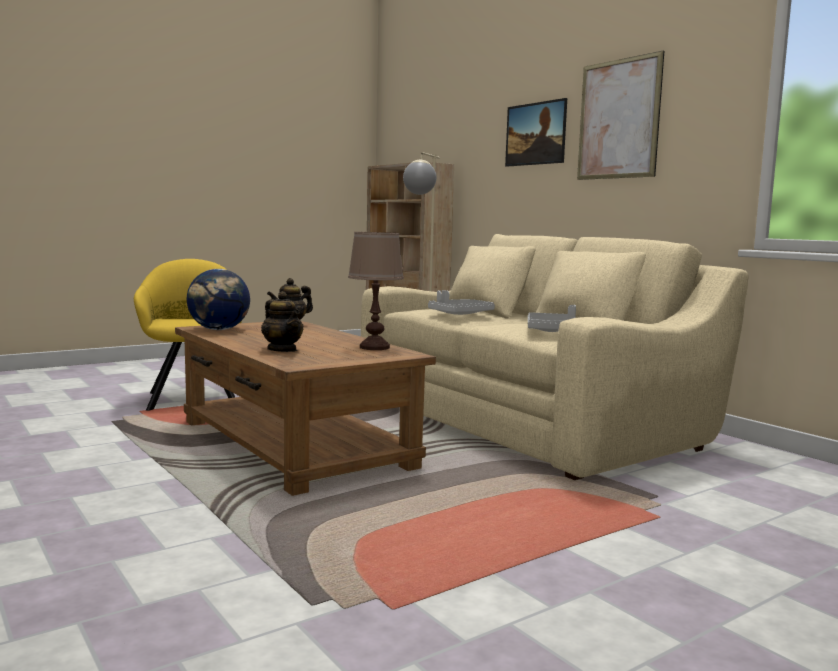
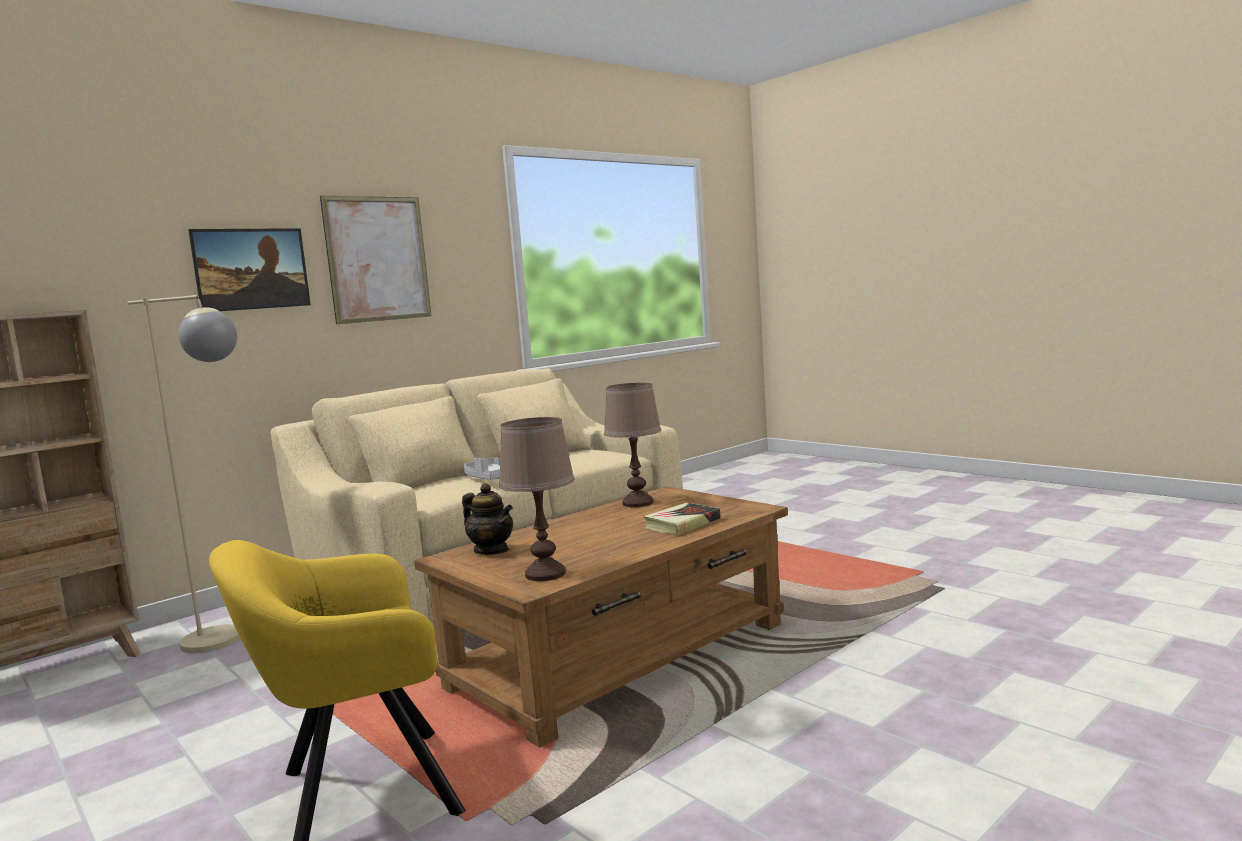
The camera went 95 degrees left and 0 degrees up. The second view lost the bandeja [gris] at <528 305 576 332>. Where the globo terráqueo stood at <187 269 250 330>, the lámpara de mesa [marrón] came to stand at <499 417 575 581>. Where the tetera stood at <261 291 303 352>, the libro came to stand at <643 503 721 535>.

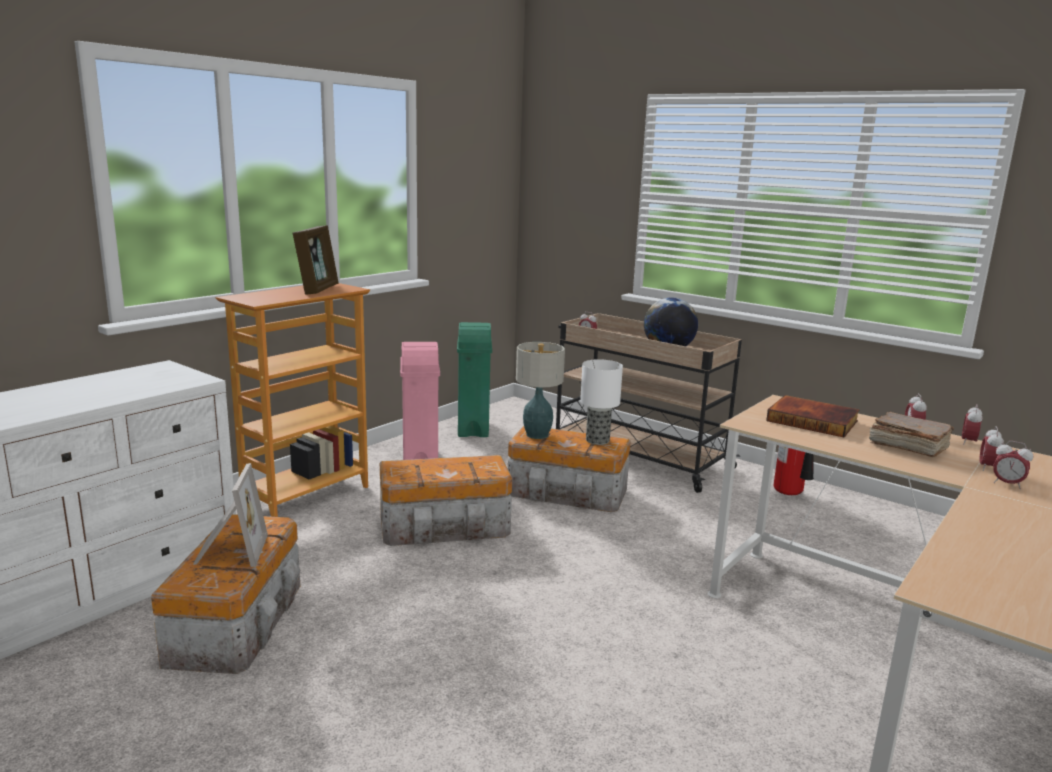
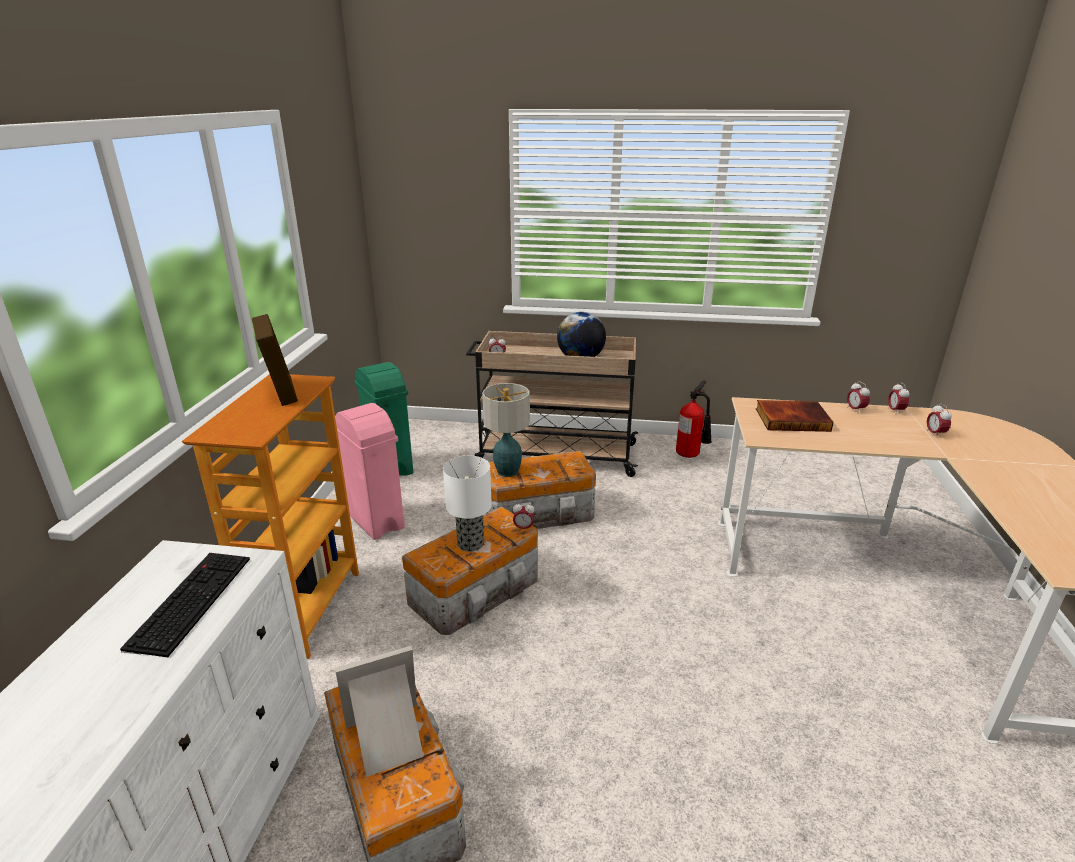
The camera went 30 degrees left and 10 degrees up. The second view lost the libro [marrón] at <869 411 954 457>. The second view gained the teclado at <120 553 250 657>. The lámpara de mesa ended up elsewhere, having gone from <580 359 623 445> to <443 456 492 552>. The despertador ended up elsewhere, having gone from <993 441 1033 489> to <513 502 535 530>. The portarretratos at <193 463 268 567> ended up facing another way, 75 degrees counterclockwise from before.

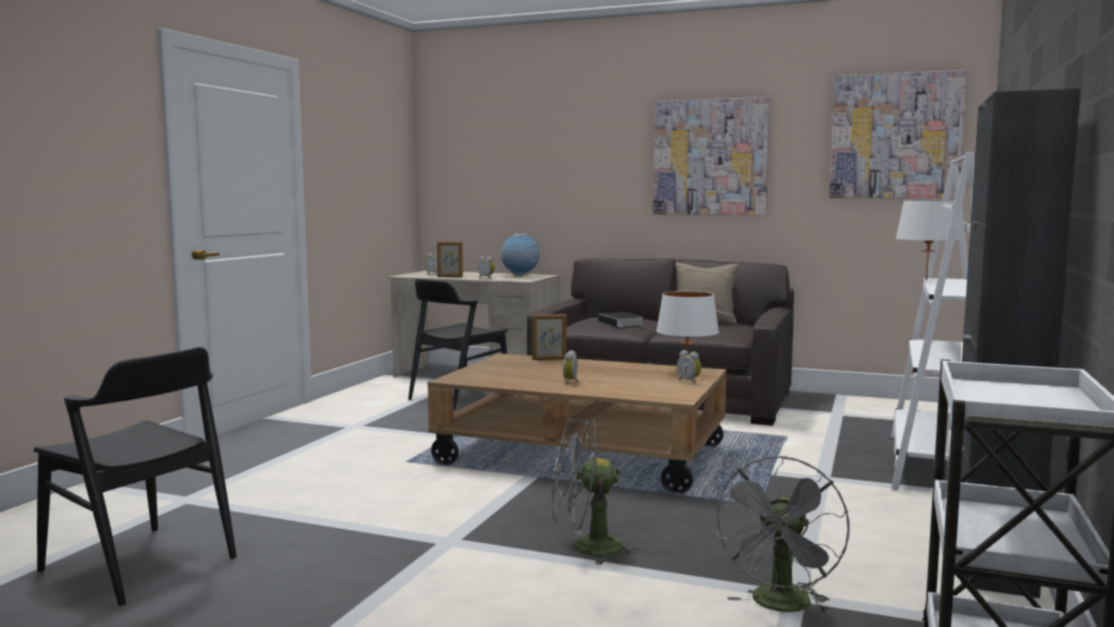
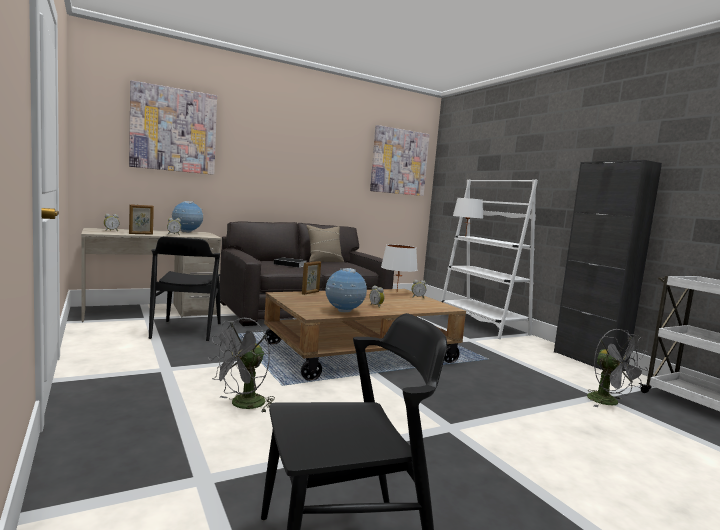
The camera went 50 degrees left and 0 degrees up. The second view gained the globo terráqueo at <326 268 367 312>. The ventilador [gris] ended up elsewhere, having gone from <552 418 640 565> to <208 318 275 412>. The cuadro ended up elsewhere, having gone from <653 97 770 215> to <129 80 217 175>.

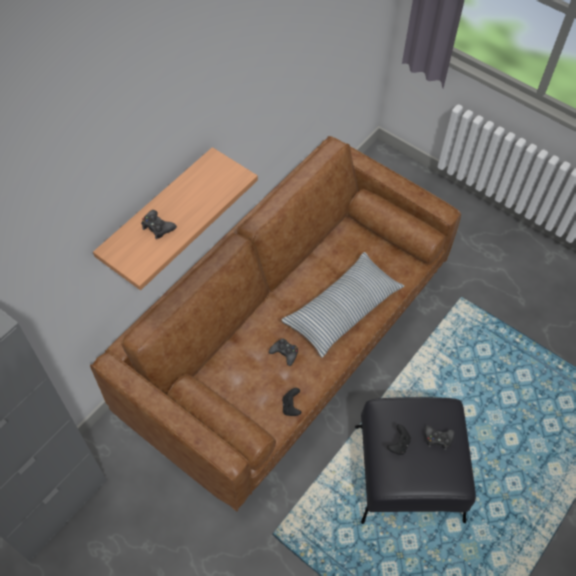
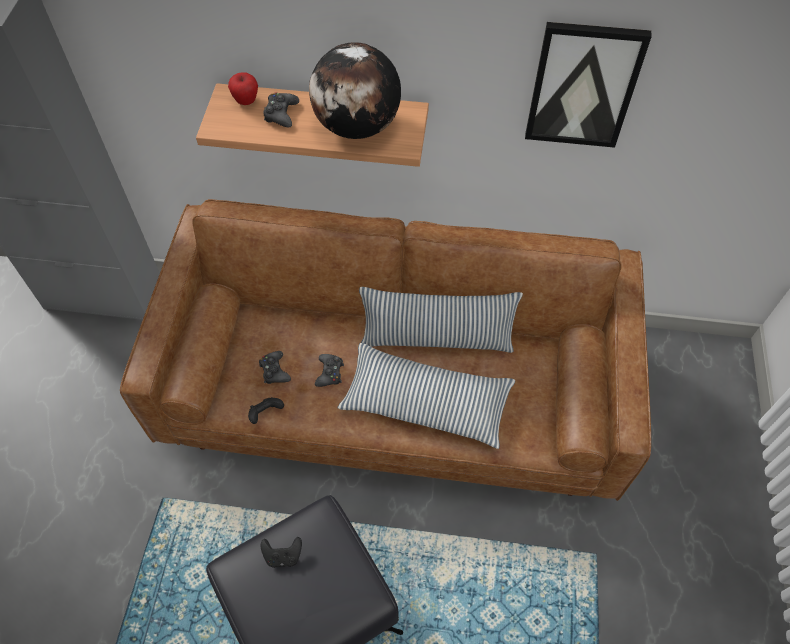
The camera went 60 degrees right and 0 degrees up. The second view gained the manzana at <228 72 258 105>. The second view gained the globo terráqueo at <309 42 401 139>. The second view gained the cojín at <359 287 523 353>. The second view gained the cuadro at <525 22 652 148>. The mando de consola [negro] ended up elsewhere, having gone from <425 425 454 450> to <259 351 291 384>.

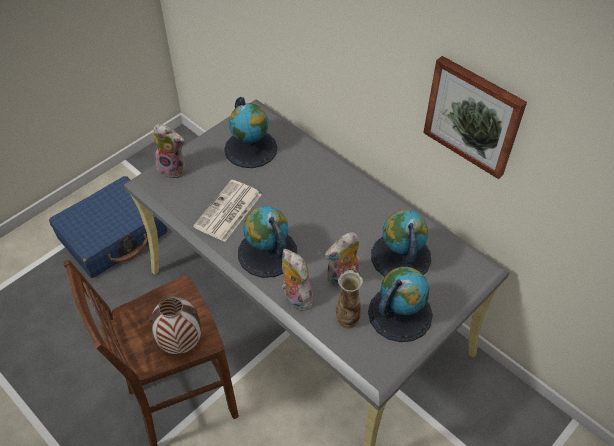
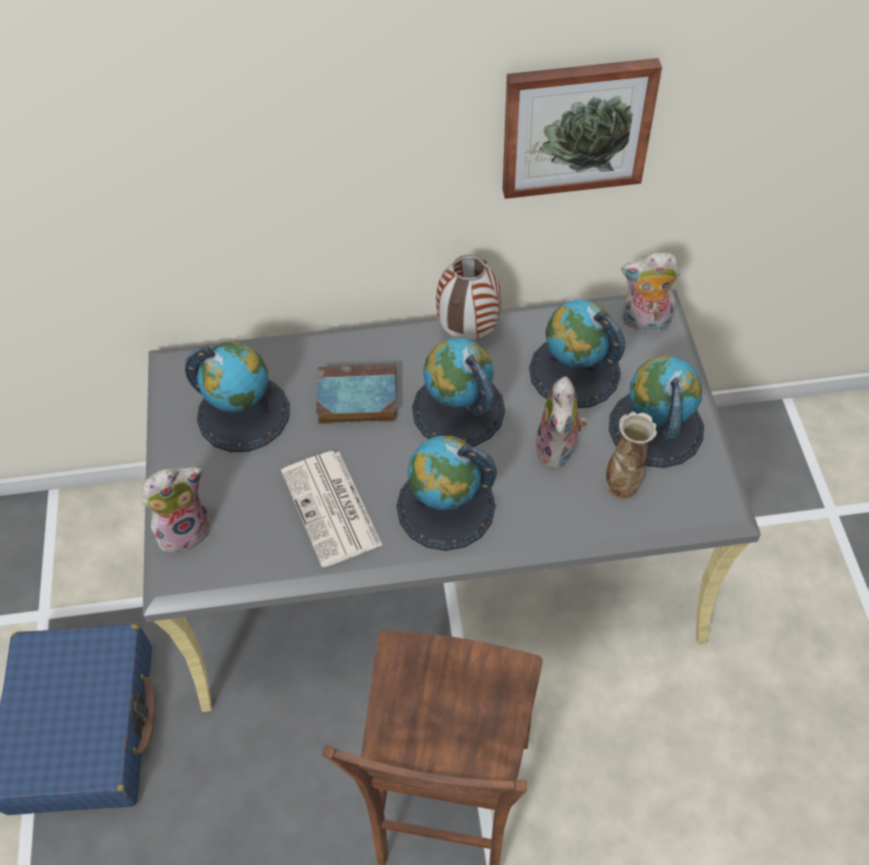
The camera went 50 degrees left and 5 degrees up. The second view gained the libro at <316 364 396 424>. The second view gained the globo terráqueo at <412 338 505 447>. The florero ended up elsewhere, having gone from <149 296 201 354> to <436 254 501 341>. The peluche ended up elsewhere, having gone from <281 249 315 311> to <621 253 680 333>.

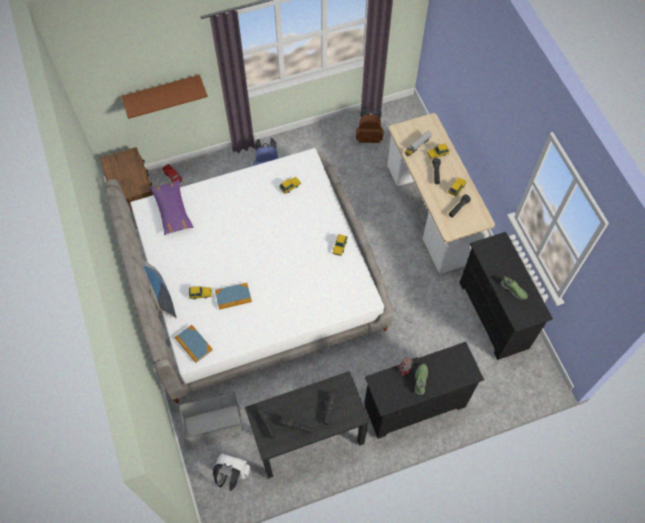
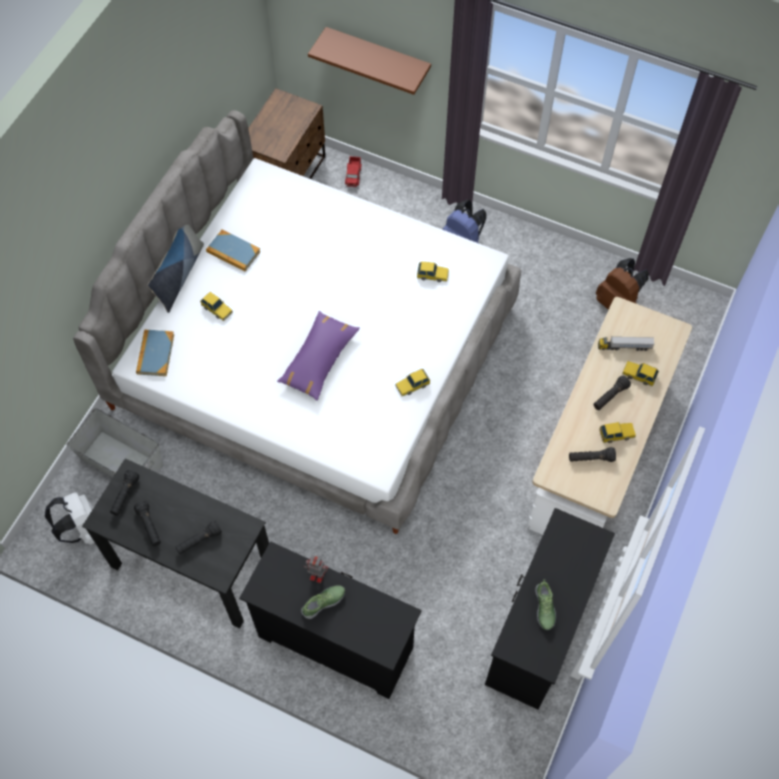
The camera went 45 degrees right and 0 degrees up. The cojín [morado] ended up elsewhere, having gone from <150 179 194 235> to <277 311 360 401>. The libro ended up elsewhere, having gone from <215 283 252 310> to <206 230 261 271>.

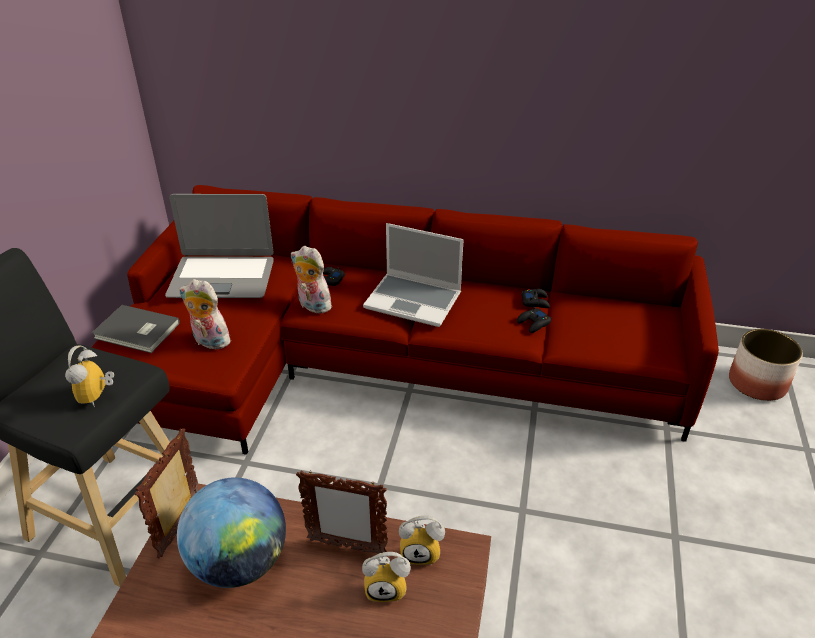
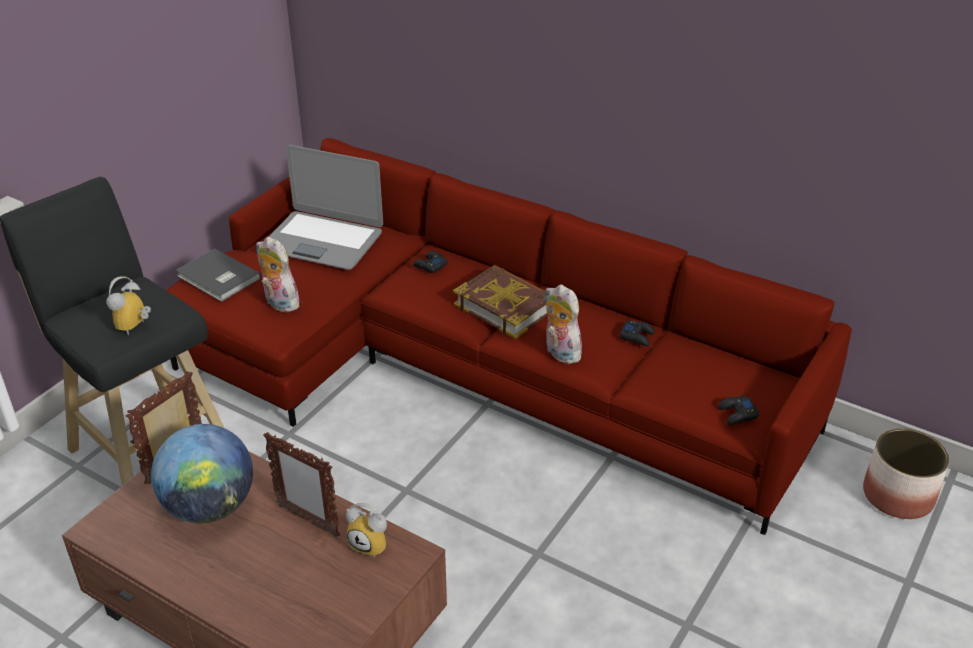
The camera went 20 degrees right and 0 degrees up. The second view lost the despertador at <362 552 411 602>. The peluche ended up elsewhere, having gone from <291 246 332 313> to <545 284 585 364>. The mando de consola [negro] ended up elsewhere, having gone from <517 307 551 333> to <718 394 759 425>. Where the portátil stood at <363 223 464 327>, the libro came to stand at <453 265 548 339>.

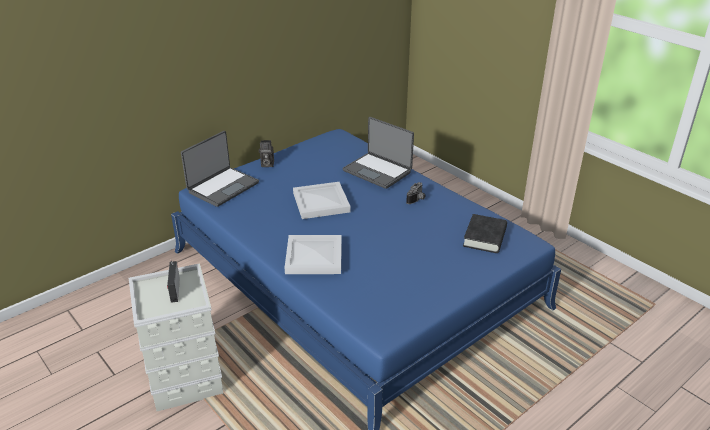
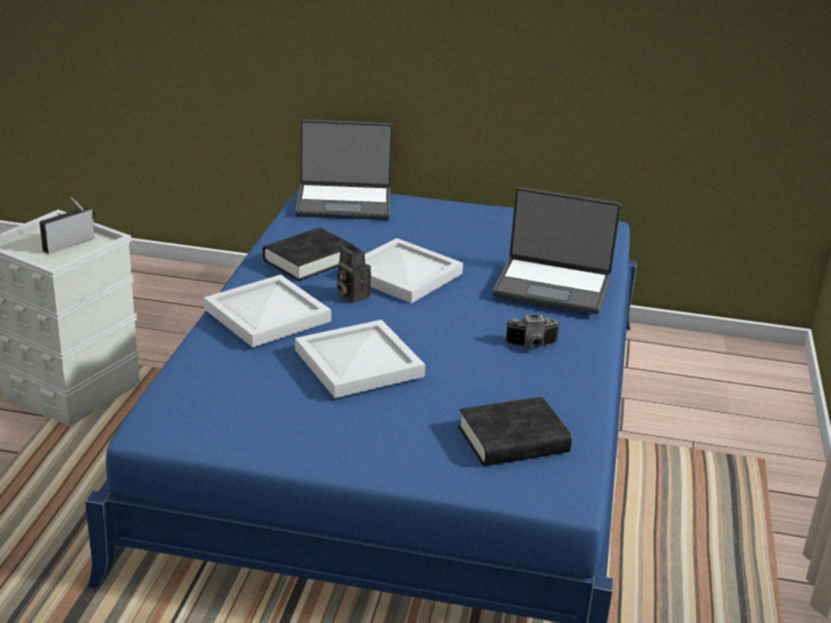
The camera went 50 degrees right and 5 degrees down. The second view gained the libro [negro] at <263 228 353 281>. The second view gained the bandeja [blanco] at <295 320 425 398>. The cámara ended up elsewhere, having gone from <259 140 274 167> to <337 245 371 303>. The portátil at <343 117 414 189> ended up facing another way, 75 degrees counterclockwise from before.

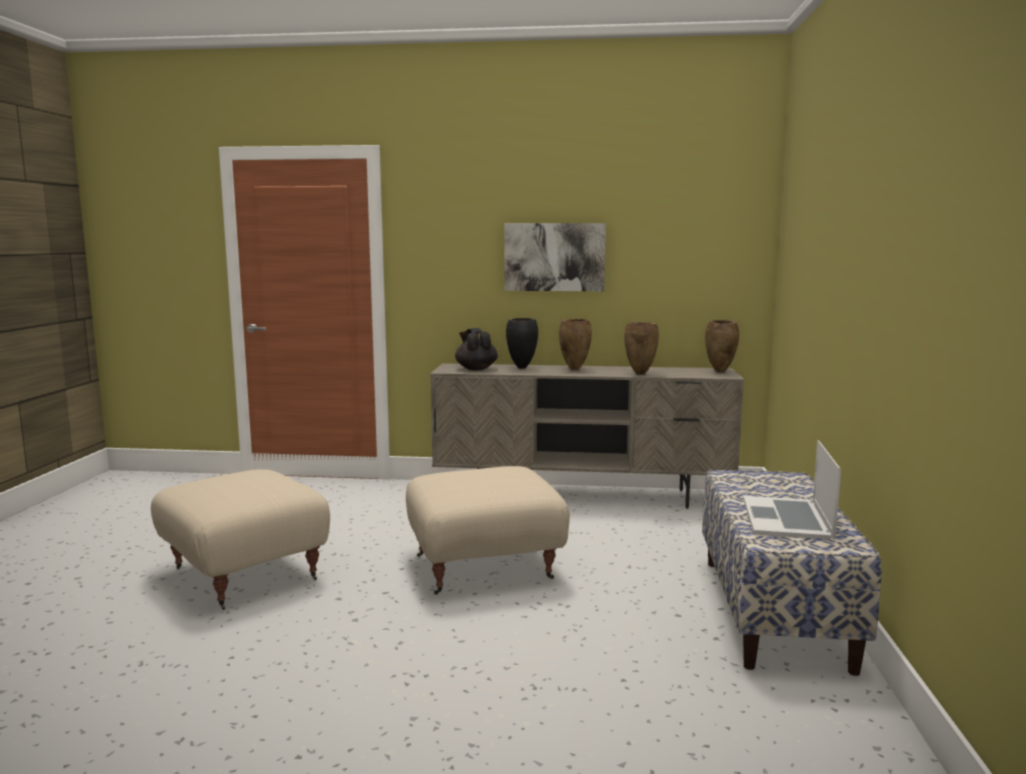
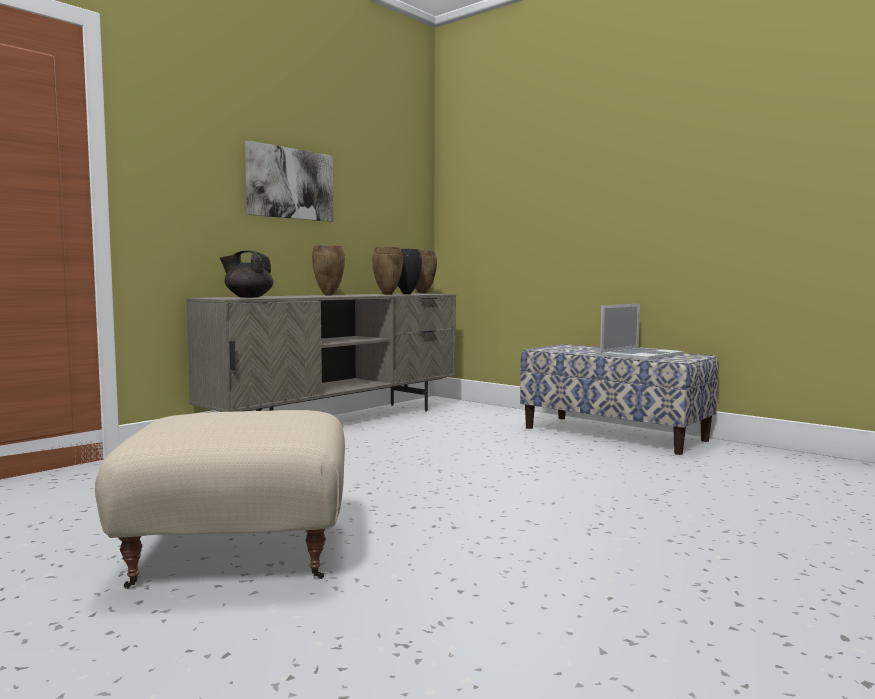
The camera went 55 degrees left and 5 degrees down. The second view lost the puf [beis] at <406 466 570 595>. The florero [negro] ended up elsewhere, having gone from <506 318 538 369> to <398 249 422 294>. The portátil at <743 440 841 540> ended up facing another way, 90 degrees counterclockwise from before.

